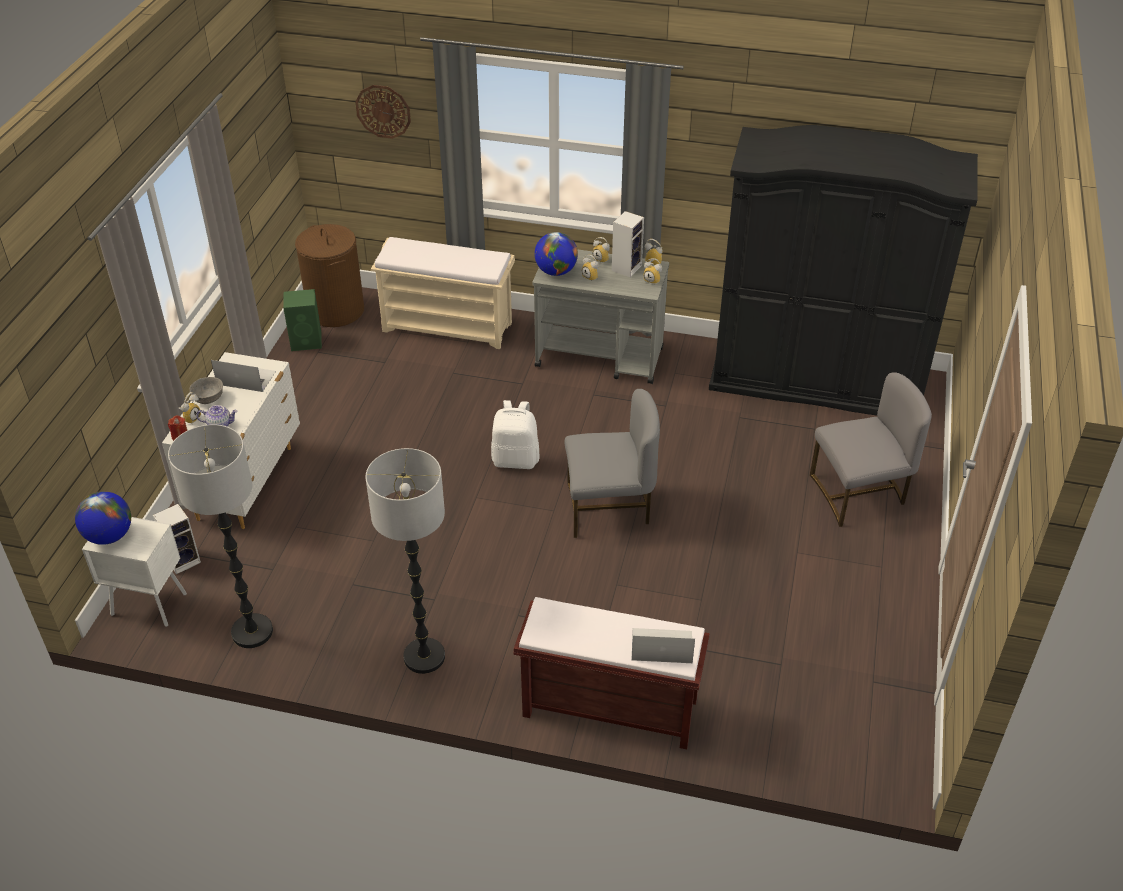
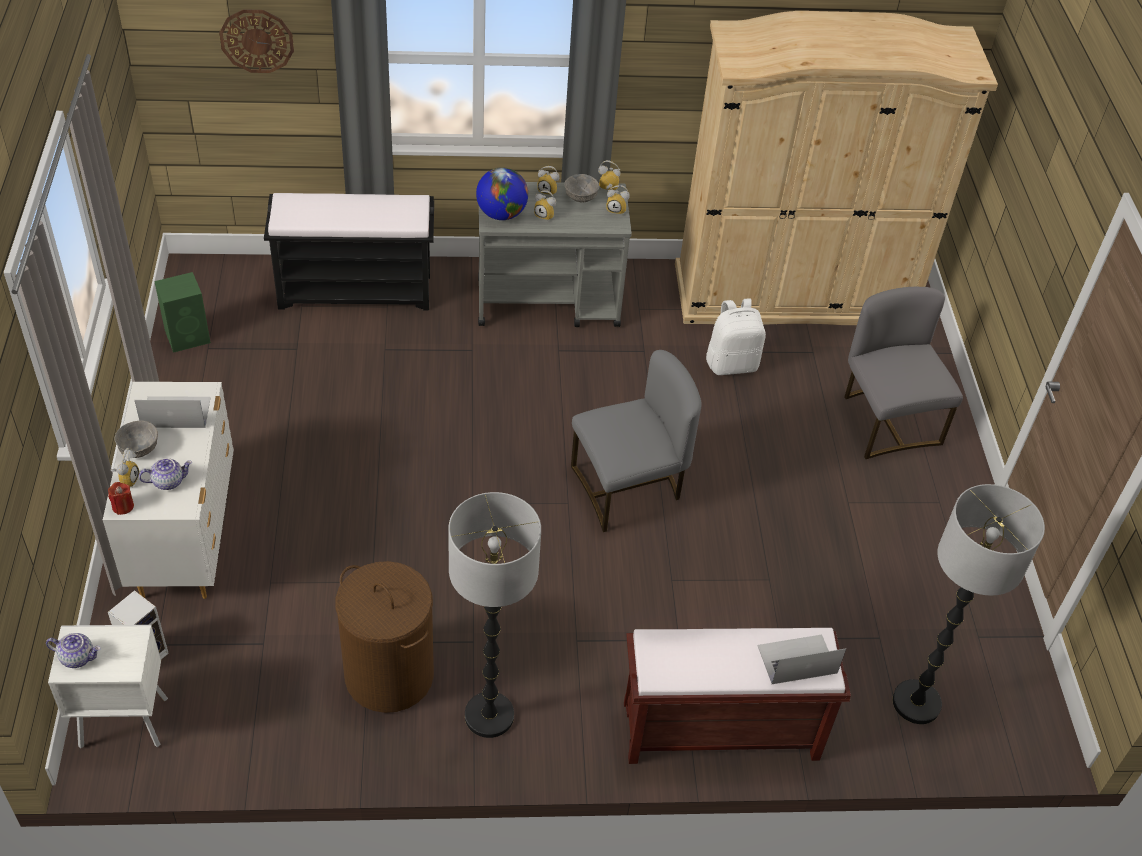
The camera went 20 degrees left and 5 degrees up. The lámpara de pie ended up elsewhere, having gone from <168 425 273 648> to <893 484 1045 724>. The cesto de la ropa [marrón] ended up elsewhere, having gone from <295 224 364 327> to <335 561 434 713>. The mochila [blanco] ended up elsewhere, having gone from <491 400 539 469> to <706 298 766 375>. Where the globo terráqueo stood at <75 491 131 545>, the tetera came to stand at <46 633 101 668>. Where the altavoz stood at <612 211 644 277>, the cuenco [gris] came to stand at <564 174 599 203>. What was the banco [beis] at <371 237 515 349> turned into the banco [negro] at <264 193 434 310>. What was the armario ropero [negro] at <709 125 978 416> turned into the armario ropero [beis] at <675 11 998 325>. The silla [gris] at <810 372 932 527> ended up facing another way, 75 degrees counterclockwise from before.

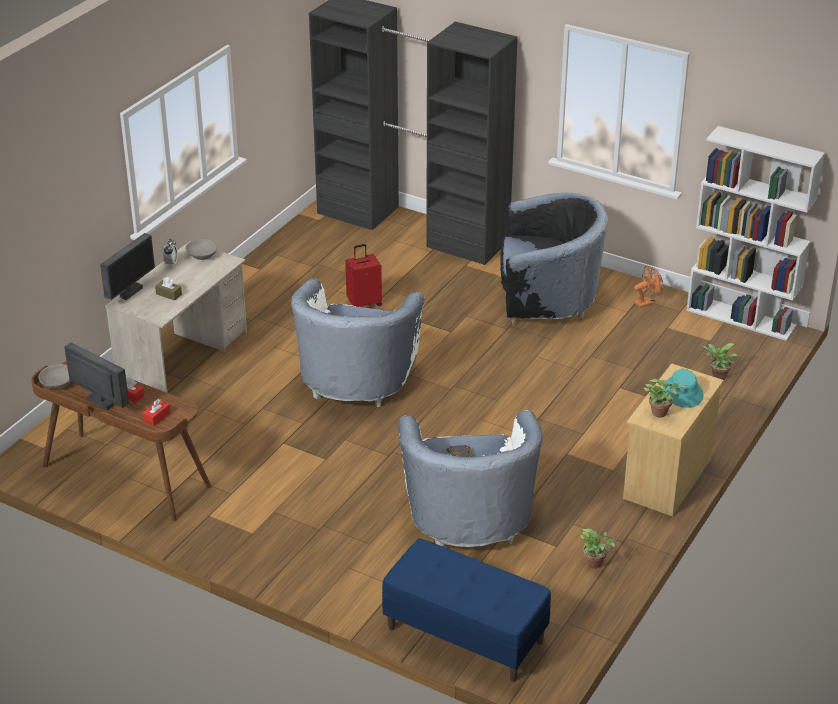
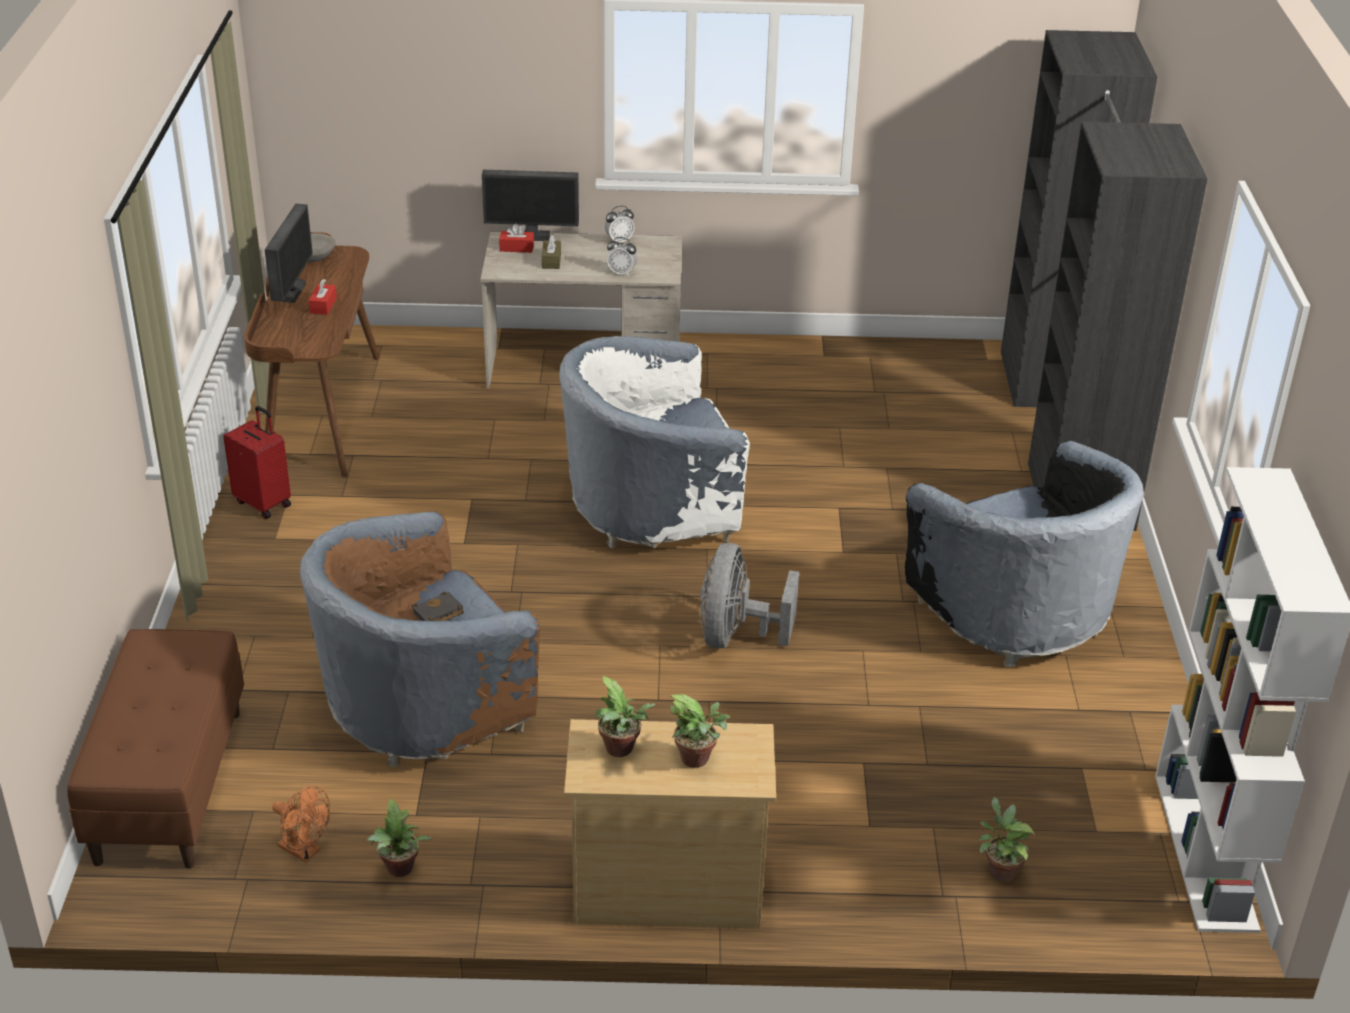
The camera went 60 degrees right and 0 degrees up. The second view lost the cuenco [gris] at <185 239 217 260>. The second view gained the despertador at <607 237 637 277>. The second view gained the ventilador [gris] at <700 543 799 648>. The caja de pañuelos [rojo] ended up elsewhere, having gone from <142 399 170 426> to <499 224 534 253>. The maleta [rojo] ended up elsewhere, having gone from <345 244 382 307> to <223 406 291 519>. The ventilador [naranja] ended up elsewhere, having gone from <634 266 663 308> to <272 785 330 863>. Where the sombrero [turquesa] stood at <663 369 703 408>, the planta en maceta came to stand at <669 694 730 768>. What was the banco [azul] at <382 538 551 682> turned into the banco [marrón] at <67 629 244 869>. What was the sillón [blanco] at <398 410 543 547> turned into the sillón [marrón] at <300 512 541 768>.

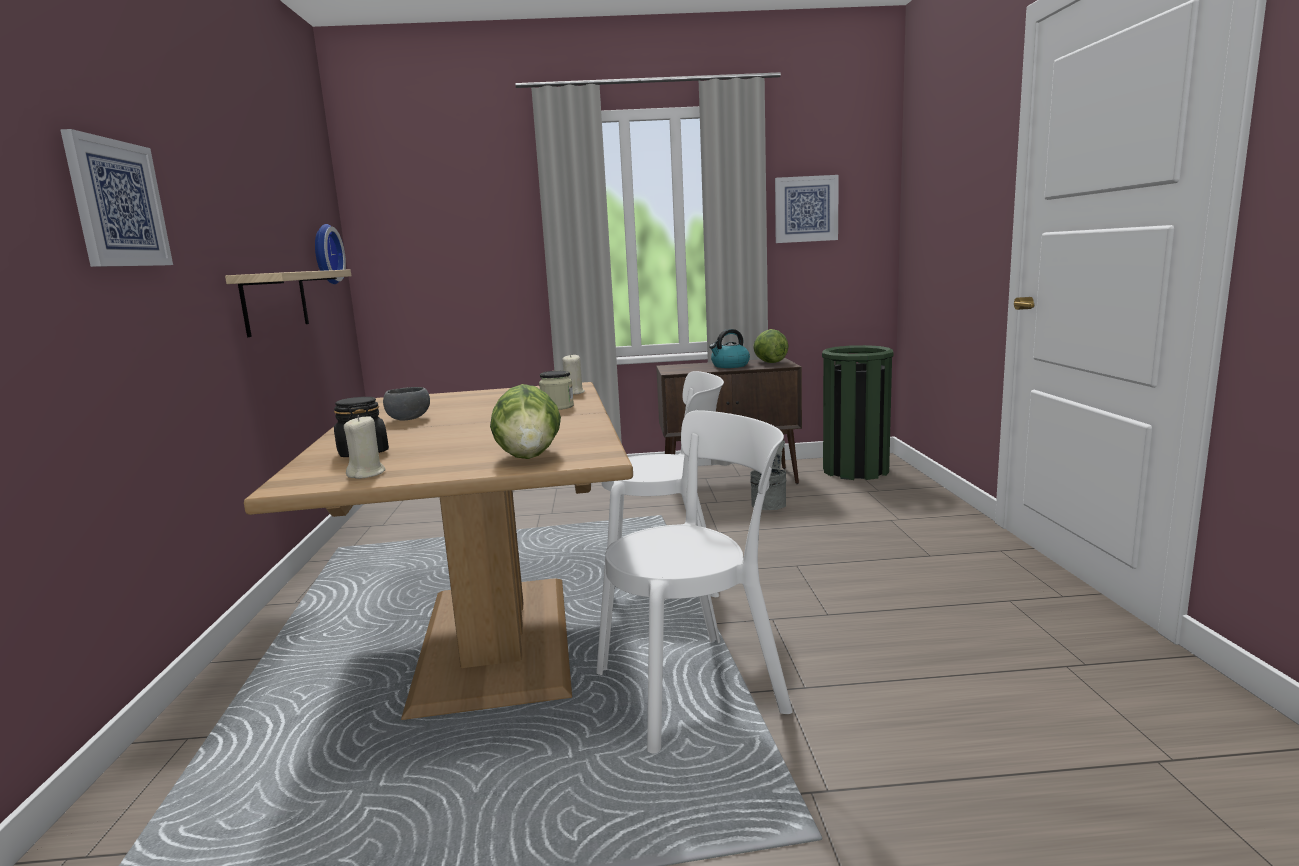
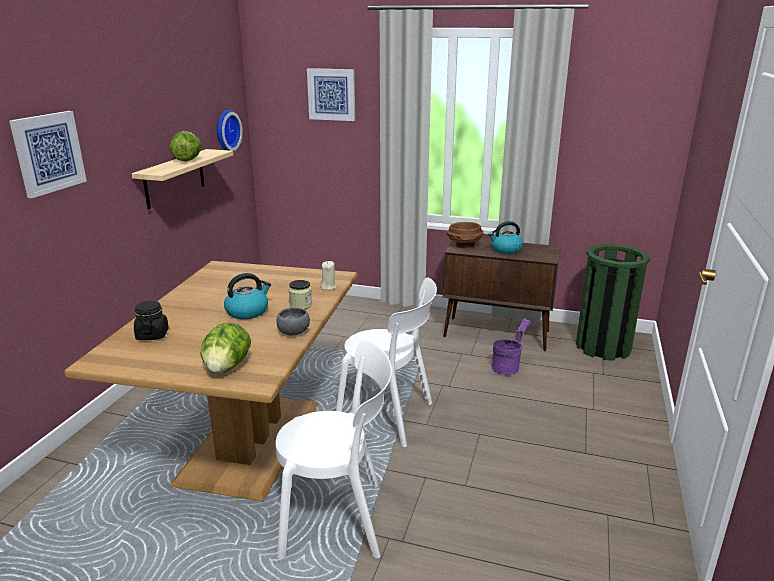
The camera went 20 degrees right and 10 degrees up. The second view lost the vela [beis] at <344 415 385 479>. The second view gained the hervidor at <224 273 271 319>. The second view gained the cuenco [marrón] at <446 222 484 248>. The cuenco [gris] ended up elsewhere, having gone from <383 387 430 421> to <276 308 310 335>. The lechuga ended up elsewhere, having gone from <753 329 789 363> to <170 131 202 161>. The cuadro ended up elsewhere, having gone from <775 175 839 243> to <307 68 355 121>. What was the cubo [gris] at <750 441 786 510> turned into the cubo [morado] at <492 318 531 375>.

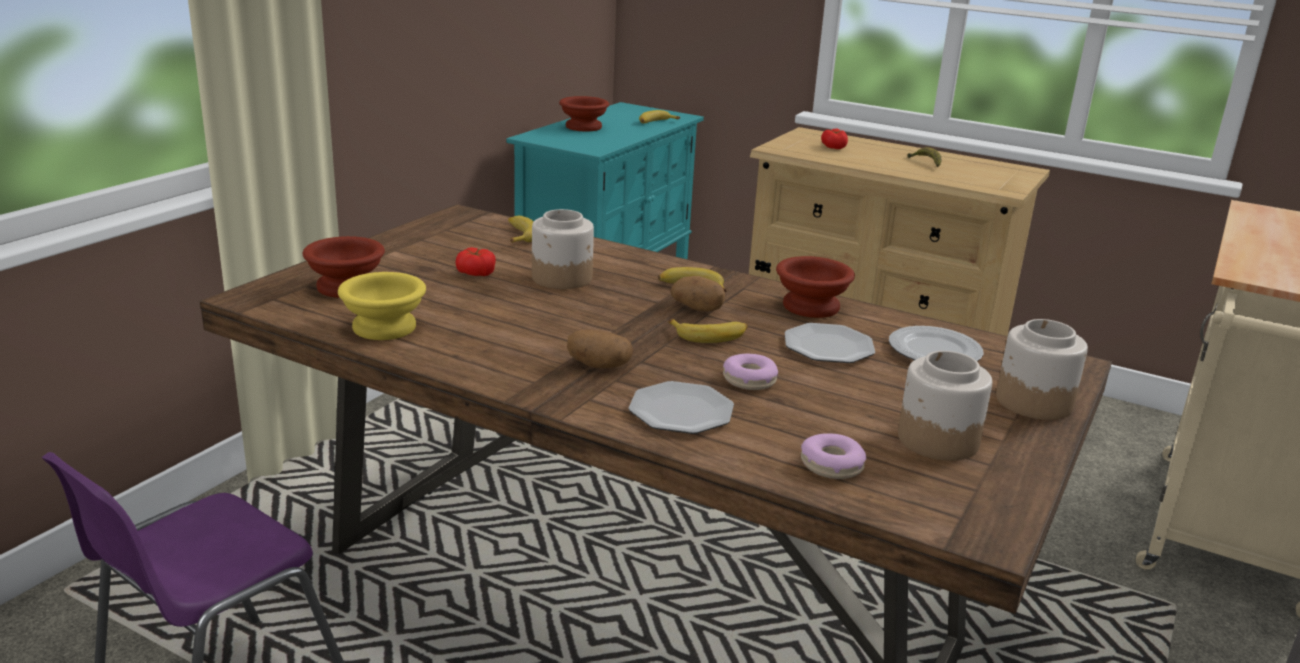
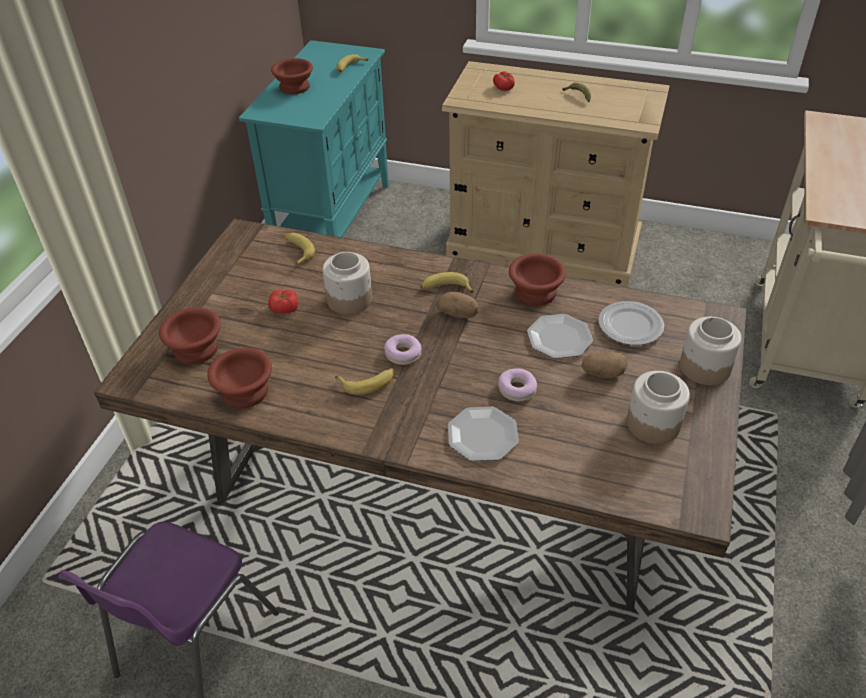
The camera went 10 degrees left and 20 degrees up. The patata ended up elsewhere, having gone from <567 330 633 368> to <581 352 628 378>. The plátano ended up elsewhere, having gone from <669 319 748 343> to <335 368 394 395>. The rosquilla ended up elsewhere, having gone from <801 434 866 479> to <384 334 422 365>. What was the cuenco [amarillo] at <338 272 426 340> turned into the cuenco [marrón] at <207 348 272 408>.

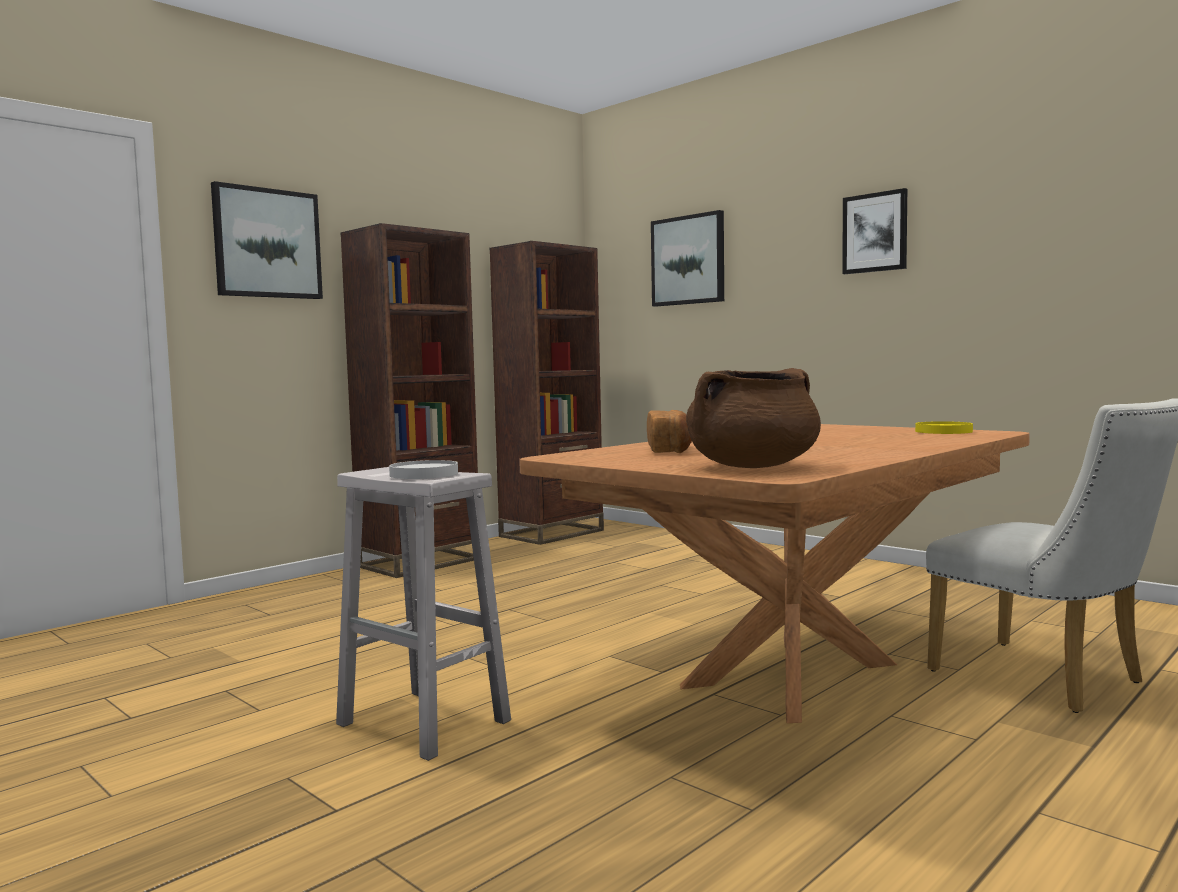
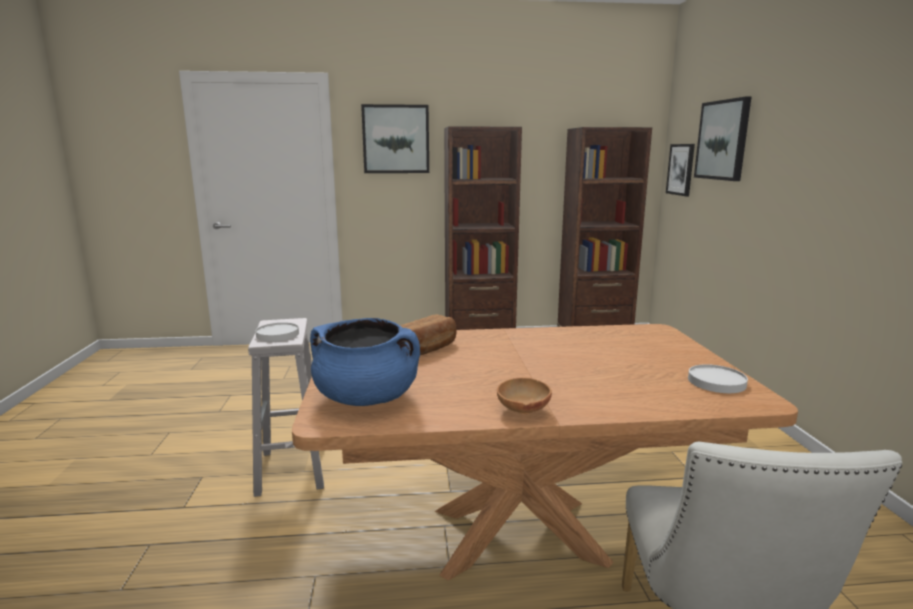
The camera went 40 degrees right and 10 degrees up. The second view gained the cuenco [marrón] at <497 378 552 414>. The cuadro ended up elsewhere, having gone from <842 188 907 274> to <666 144 695 196>. What was the olla [marrón] at <686 368 821 468> turned into the olla [azul] at <310 318 420 406>. What was the plato [amarillo] at <915 421 973 434> turned into the plato [blanco] at <688 364 748 393>.

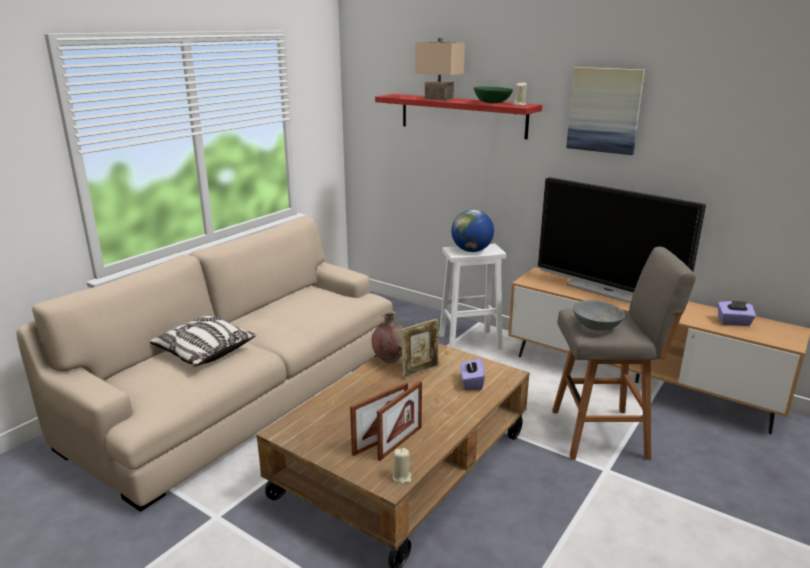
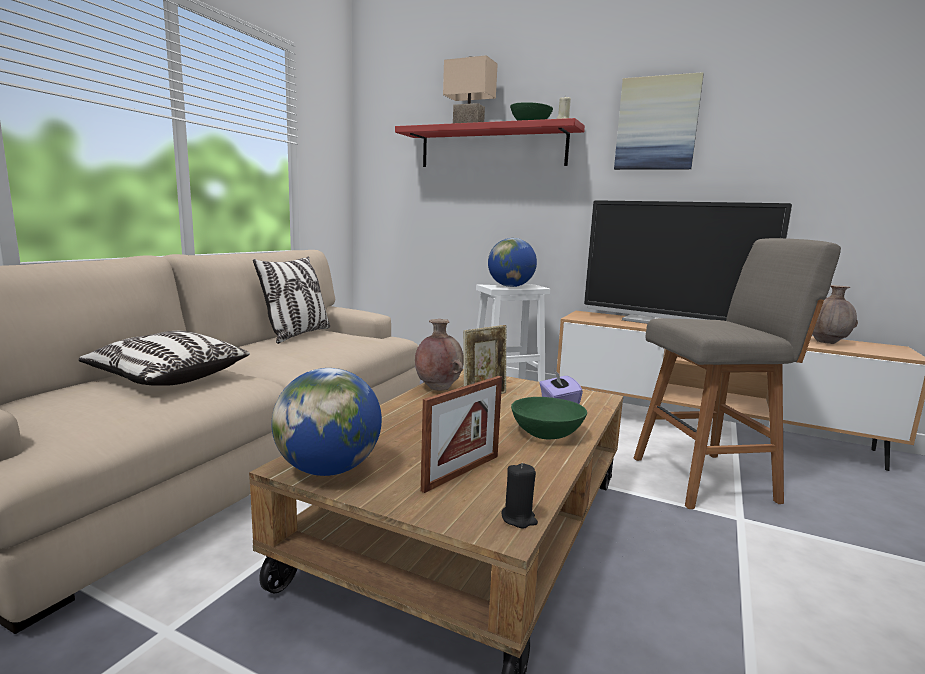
The camera went 10 degrees left and 10 degrees down. The second view lost the portarretratos at <377 381 422 461>. The second view lost the cuenco [gris] at <573 300 625 331>. The second view gained the cojín at <253 257 330 344>. The second view gained the globo terráqueo at <272 368 382 476>. The second view gained the cuenco [verde] at <511 397 587 439>. Where the caja de pañuelos [morado] stood at <717 300 756 326>, the florero [marrón] came to stand at <812 285 858 344>. What was the vela [beis] at <392 448 411 484> turned into the vela [negro] at <501 463 538 529>.

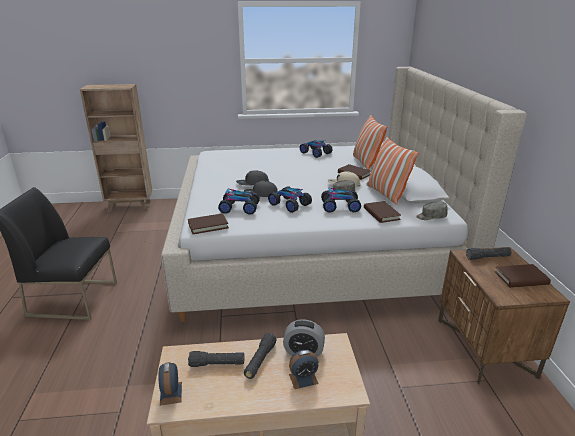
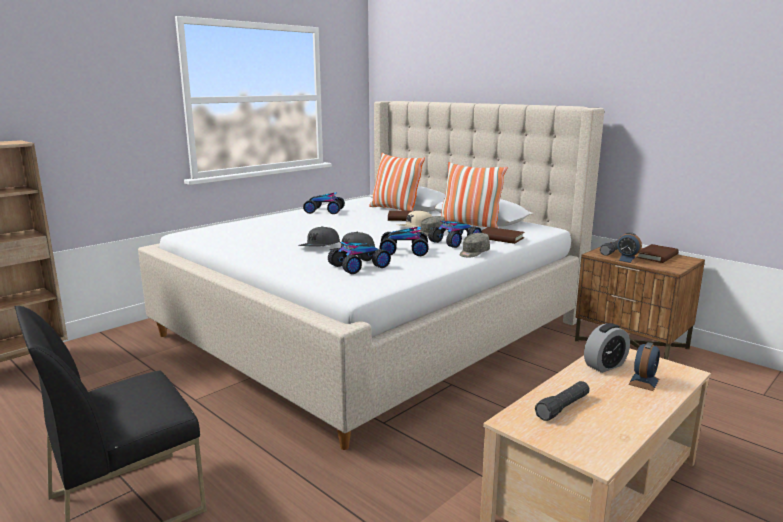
The camera went 40 degrees left and 10 degrees down. The second view lost the libro [marrón] at <188 213 229 234>. The second view lost the linterna [negro] at <244 333 277 379>. The despertador ended up elsewhere, having gone from <158 362 182 406> to <616 232 642 264>. The gorra [gris] ended up elsewhere, having gone from <416 201 448 220> to <459 233 490 258>.

